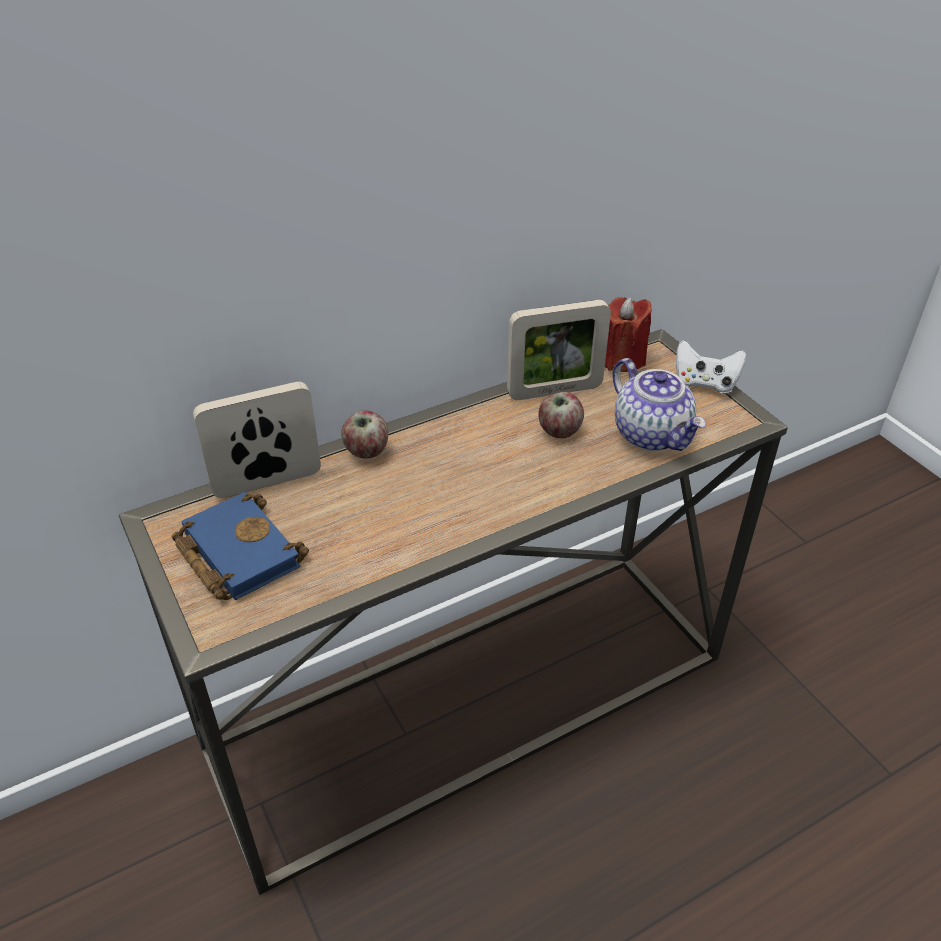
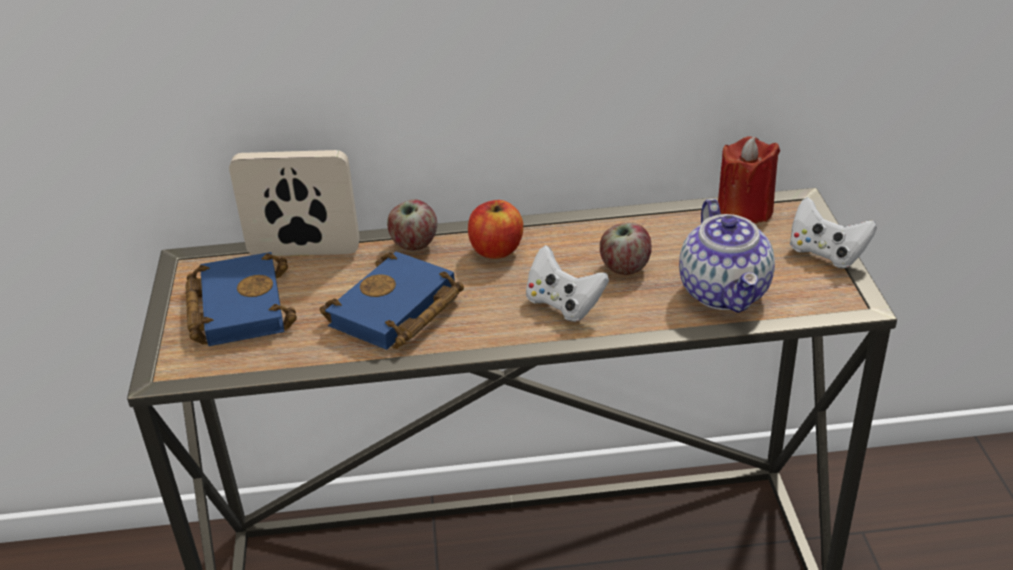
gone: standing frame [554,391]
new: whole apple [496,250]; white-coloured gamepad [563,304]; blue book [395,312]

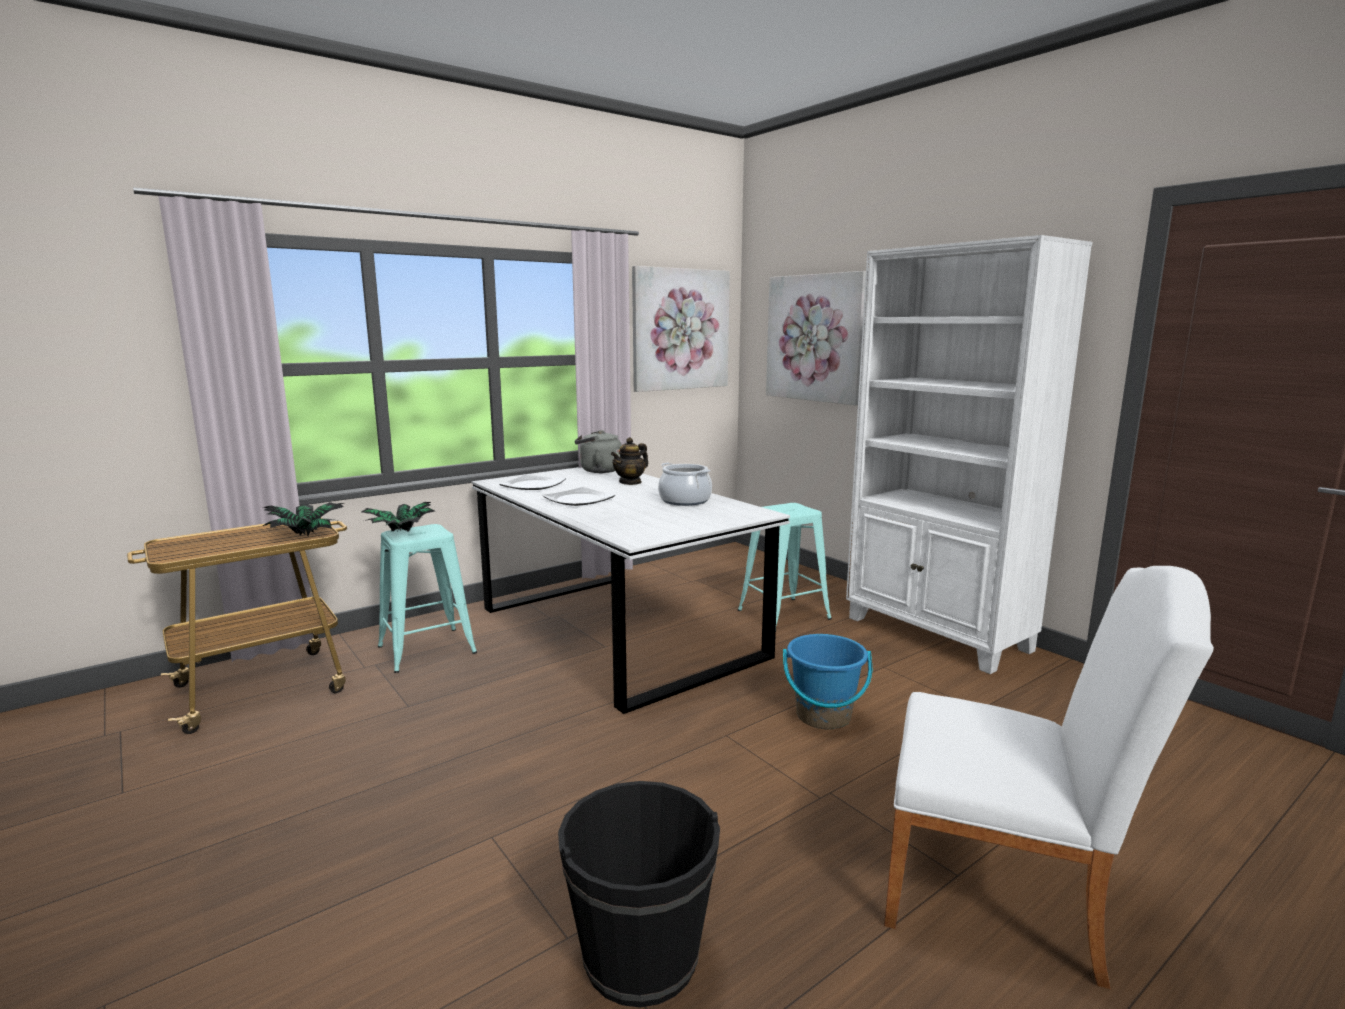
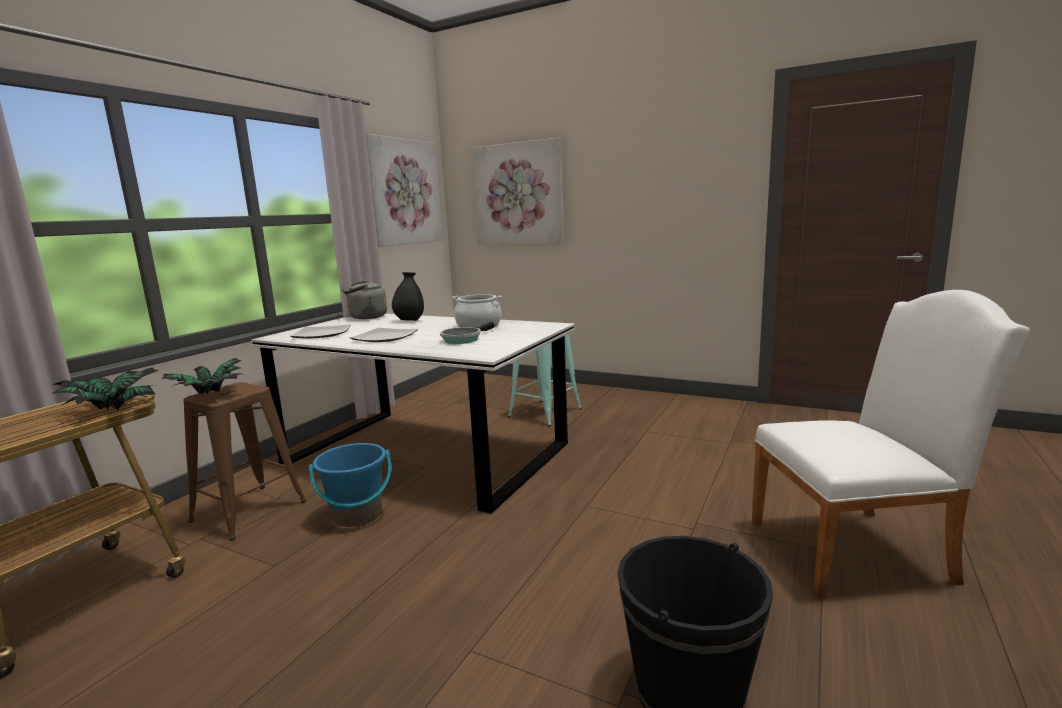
gone: white-coloured bookshelf [937,634]
new: skillet [463,339]
shifted: blue bucket [823,716] to [357,515]
swapped: teapot [630,482] to blackish flower vase [409,321]
repainted: blue-green sitting stool [427,650] to brownish sitting stool [249,511]

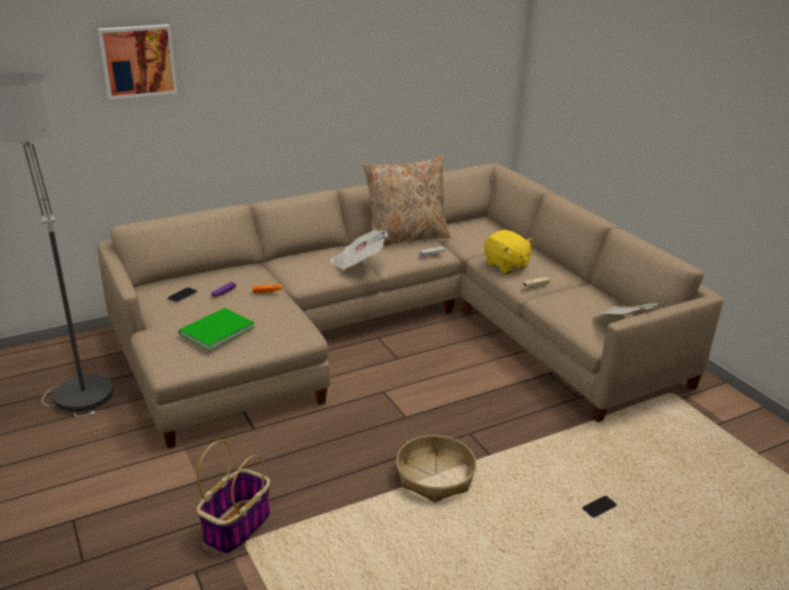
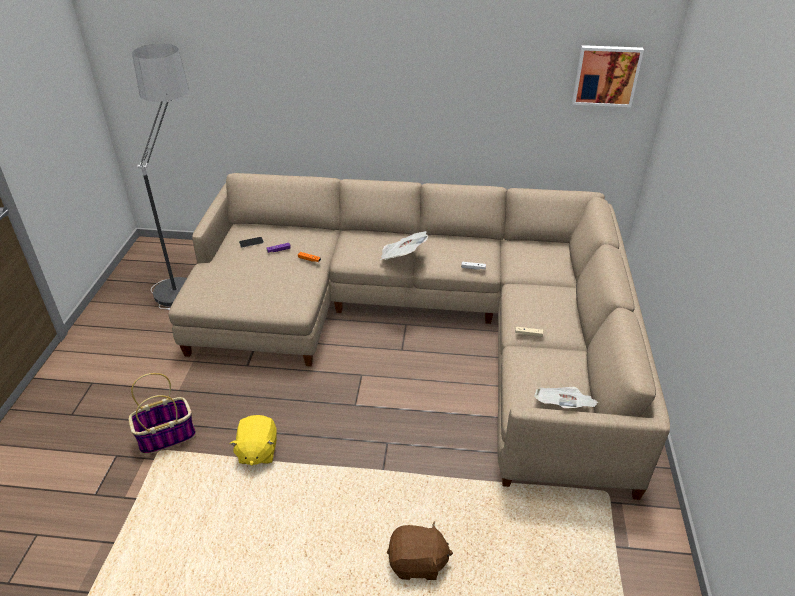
gone: beige-coloured cushion [406,238]; green-coloured book [214,331]; storage basket [435,477]
shifted: wall picture [137,61] to [606,75]; yellowish cuddly toy [506,265] to [257,451]
swapped: telephone [599,507] to brownish cuddly toy [417,563]

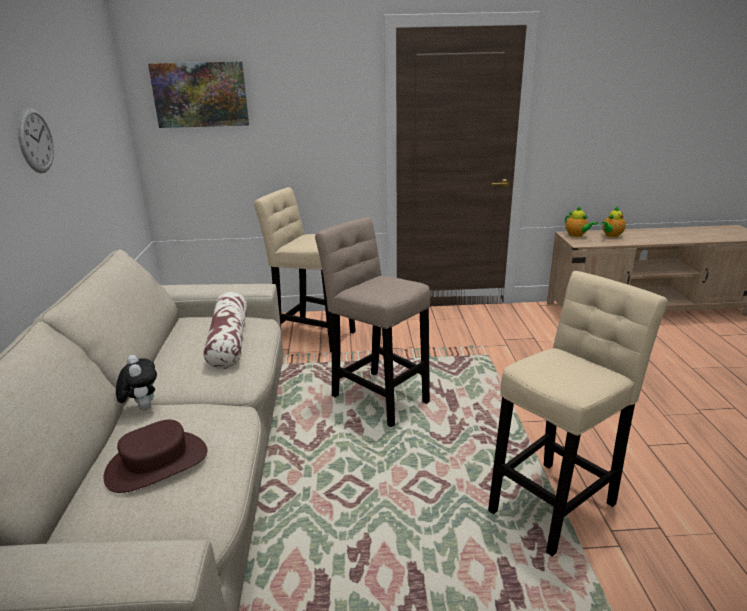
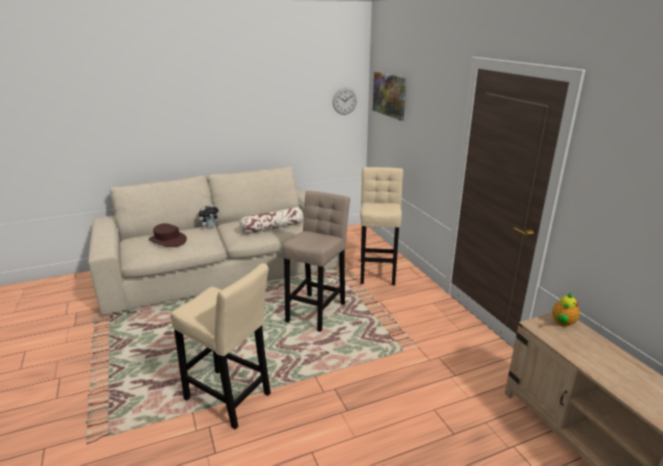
gone: teapot [611,236]
shifted: clock on the wall [35,140] to [344,101]

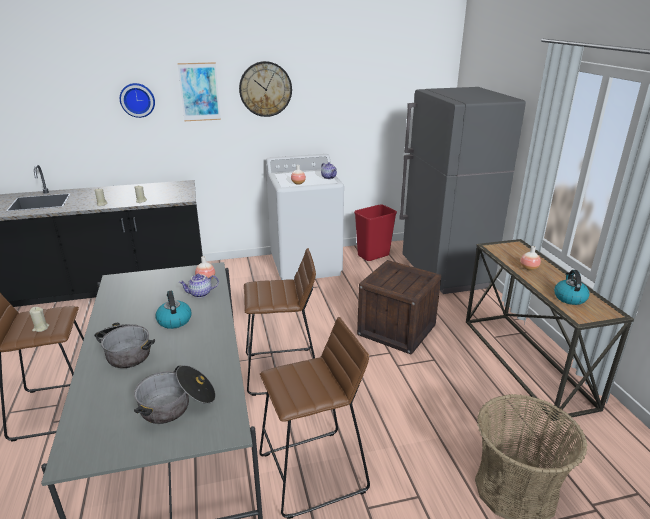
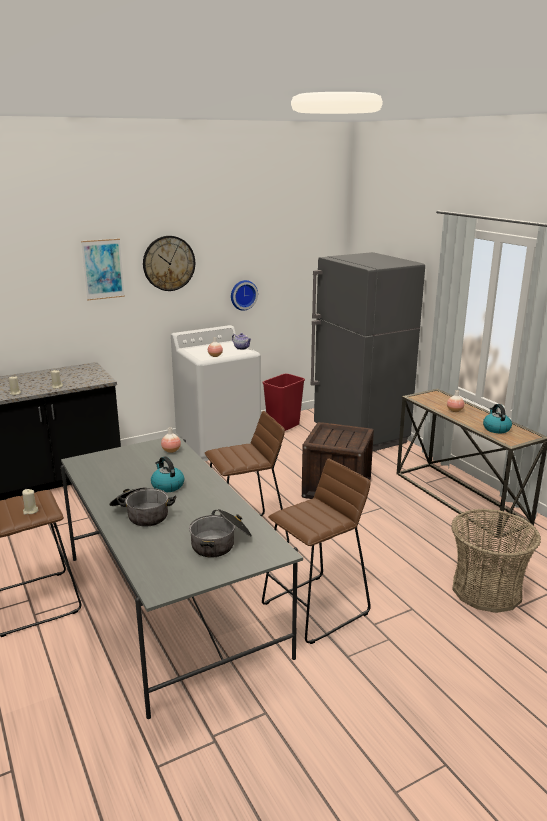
gone: teapot [200,294]
shifted: clock on the wall [137,100] to [243,294]

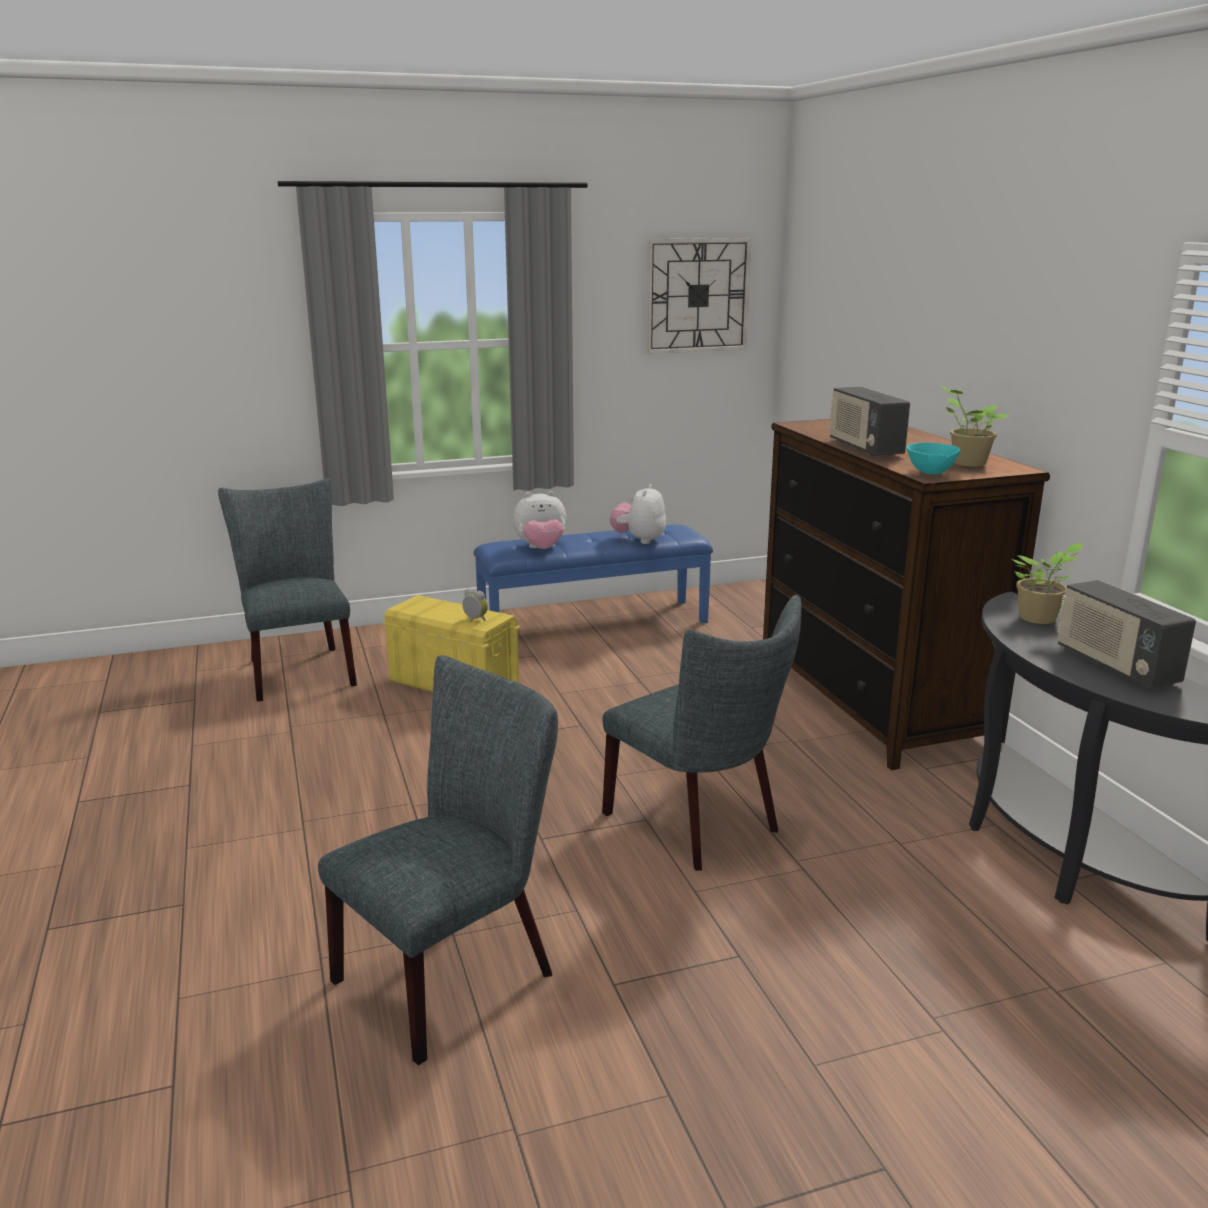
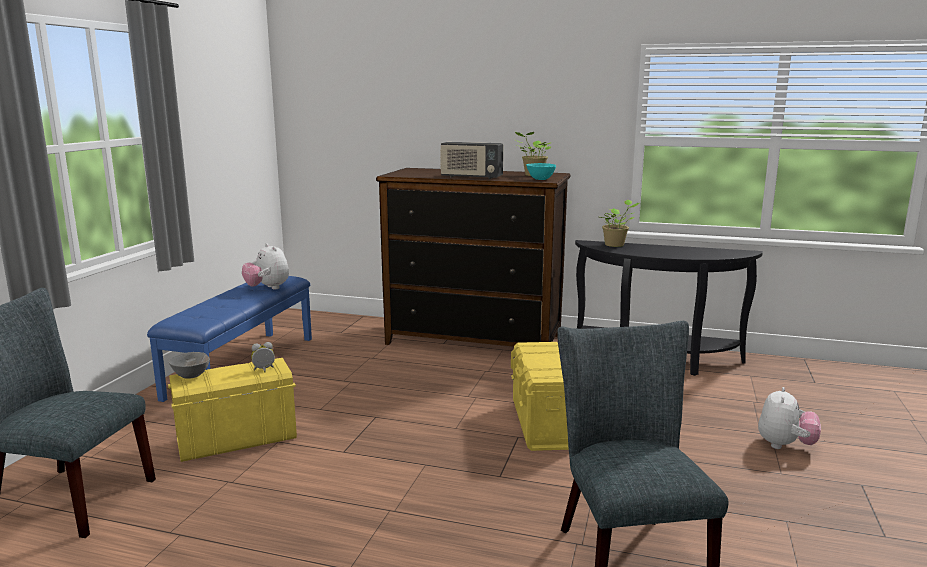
gone: clock on the wall [697,295]; radio [1114,666]
new: grey deep dish [191,376]
shifted: cuddly toy [541,549] to [785,445]
swapped: grey chair [700,825] to yellowish storage box [543,424]

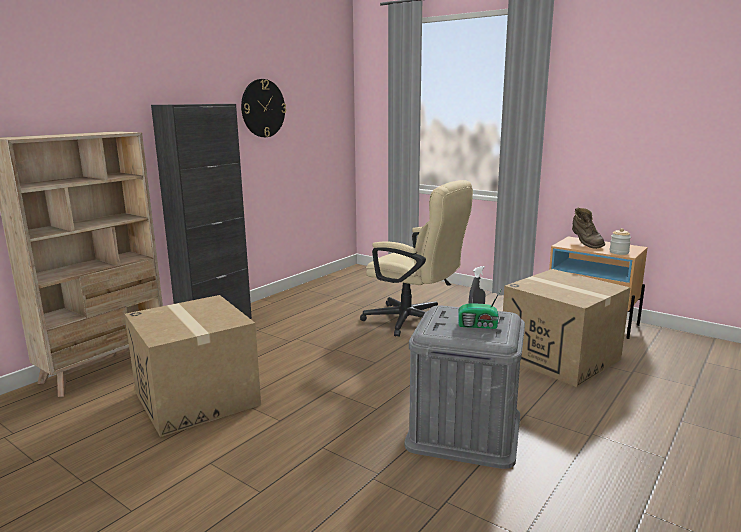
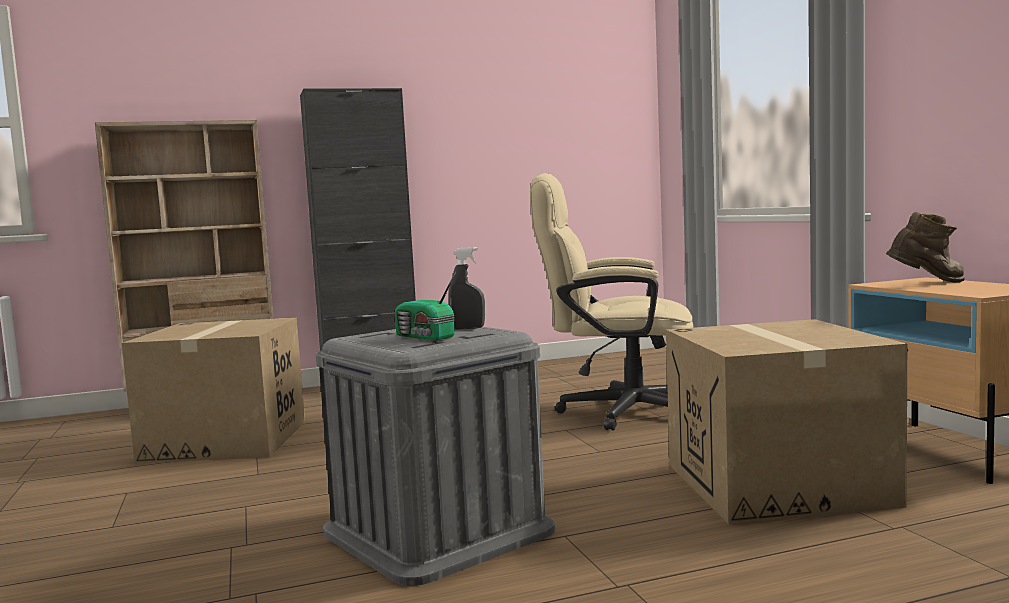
gone: clock on the wall [263,108]; storage jar [619,252]
rotated: beige-coloured desk chair [414,322] = [617,411] 120 degrees clockwise; brownish high-top boot [585,244] = [928,283] 120 degrees counterclockwise

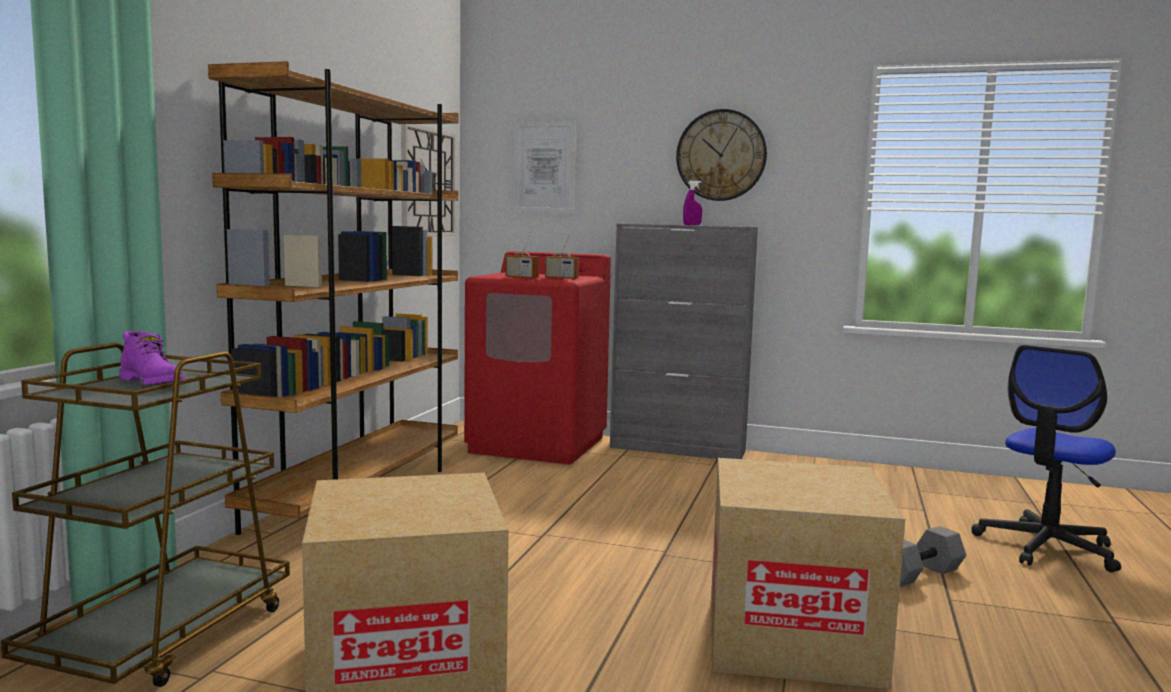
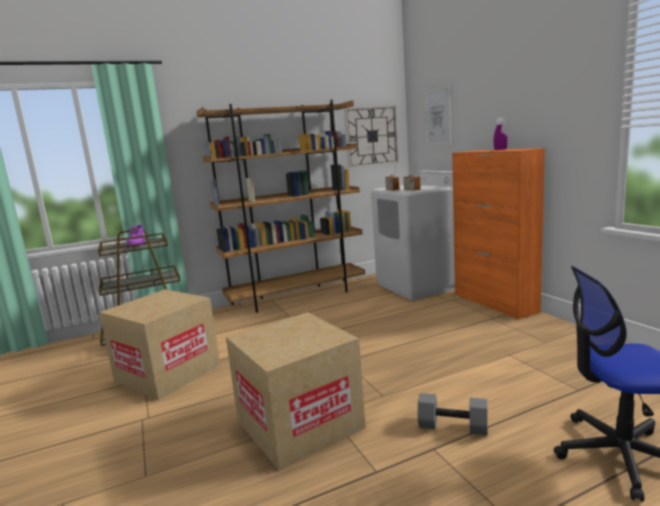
gone: clock on the wall [721,155]
repainted: grey cupboard [678,449] to orange-coloured cupboard [494,303]; red washing machine [538,444] to white-coloured washing machine [420,285]

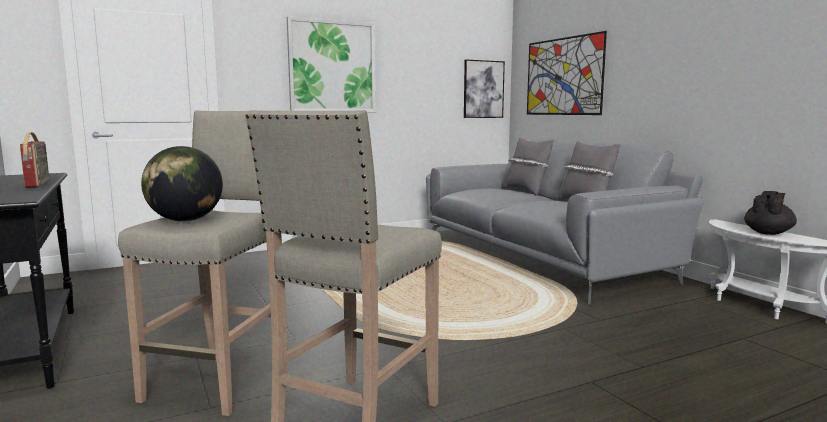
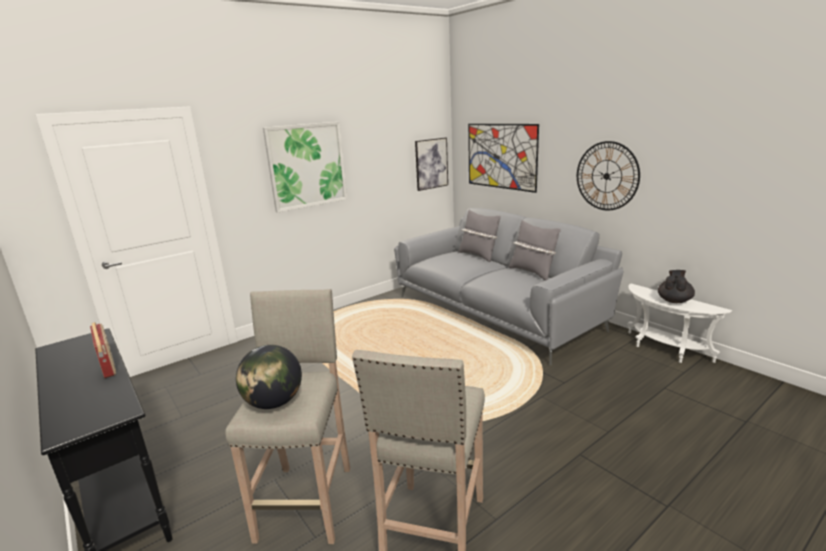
new: clock on the wall [606,176]

